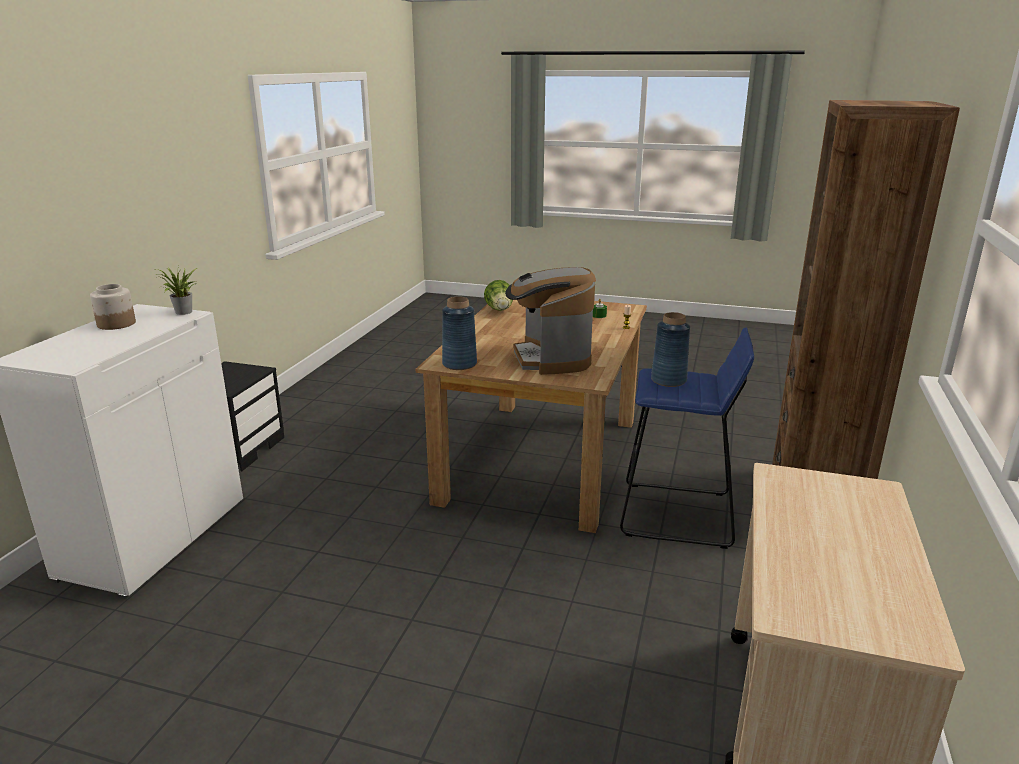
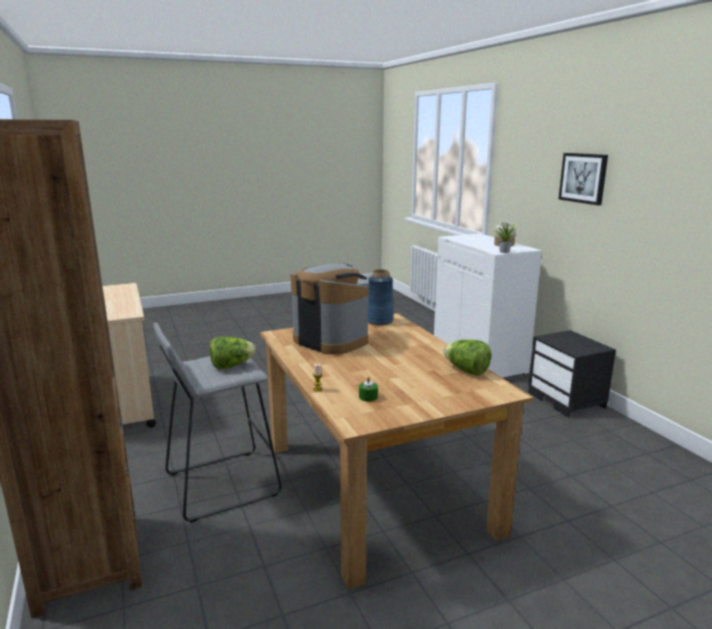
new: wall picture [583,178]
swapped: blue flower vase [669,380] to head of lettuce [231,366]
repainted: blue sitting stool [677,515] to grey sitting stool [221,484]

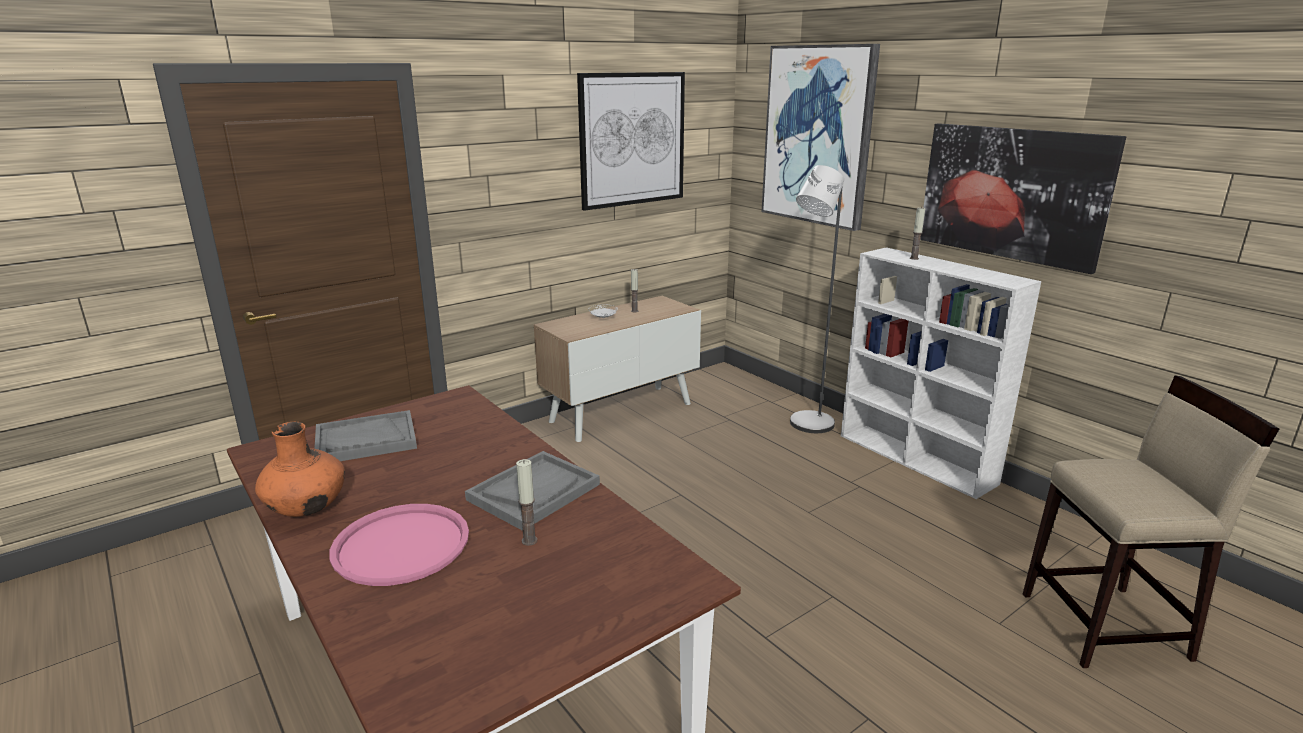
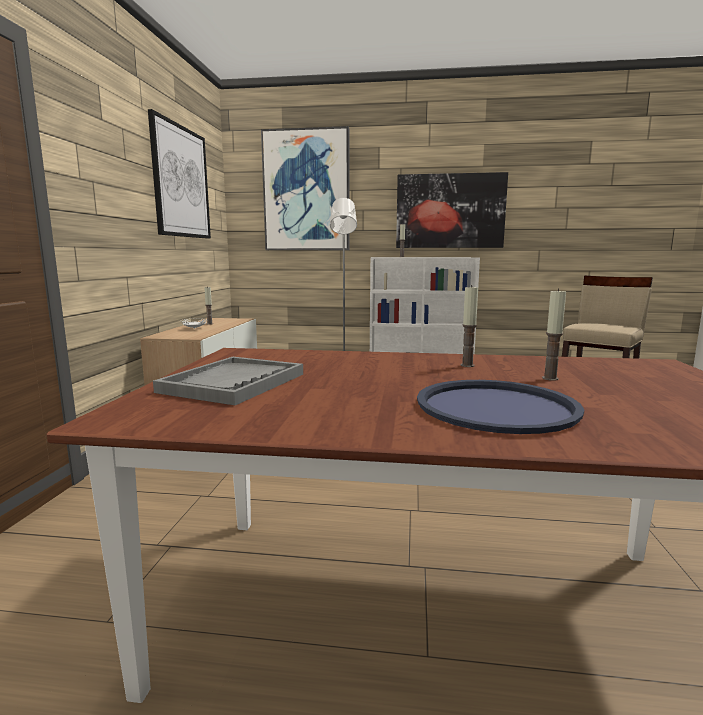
gone: orange-coloured flower vase [307,509]
swapped: grey serving tray [534,492] to wax candle [467,365]
repainted: pinkish serving tray [401,545] to blue serving tray [495,407]

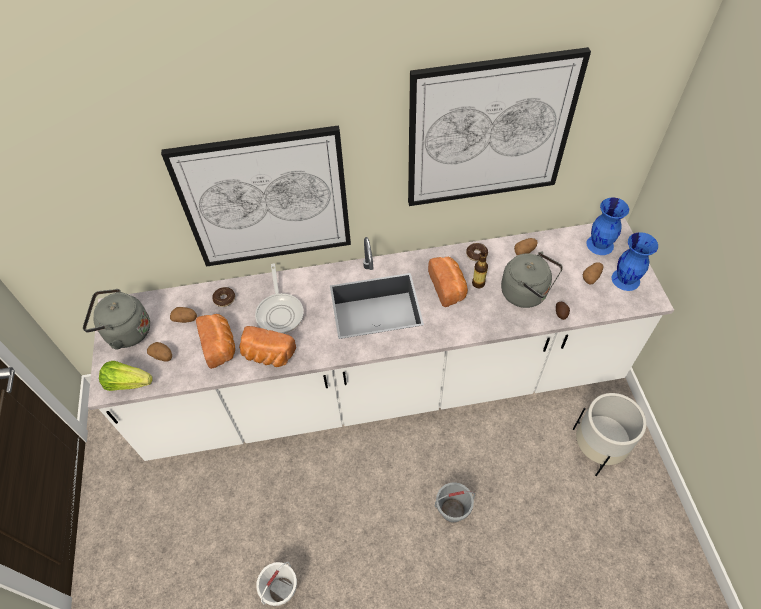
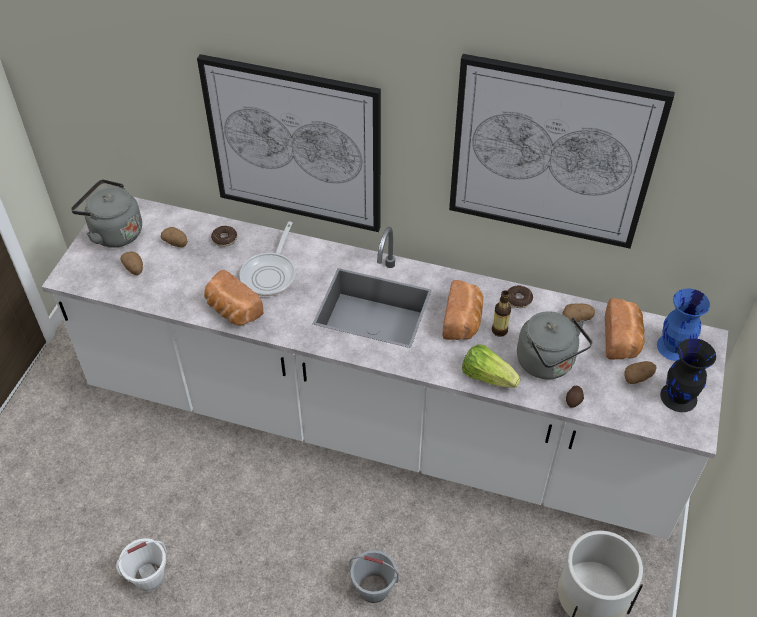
shifted: bread [220,346] to [622,340]; head of lettuce [128,383] to [487,377]
repainted: blue flower vase [626,279] to blackish flower vase [679,397]

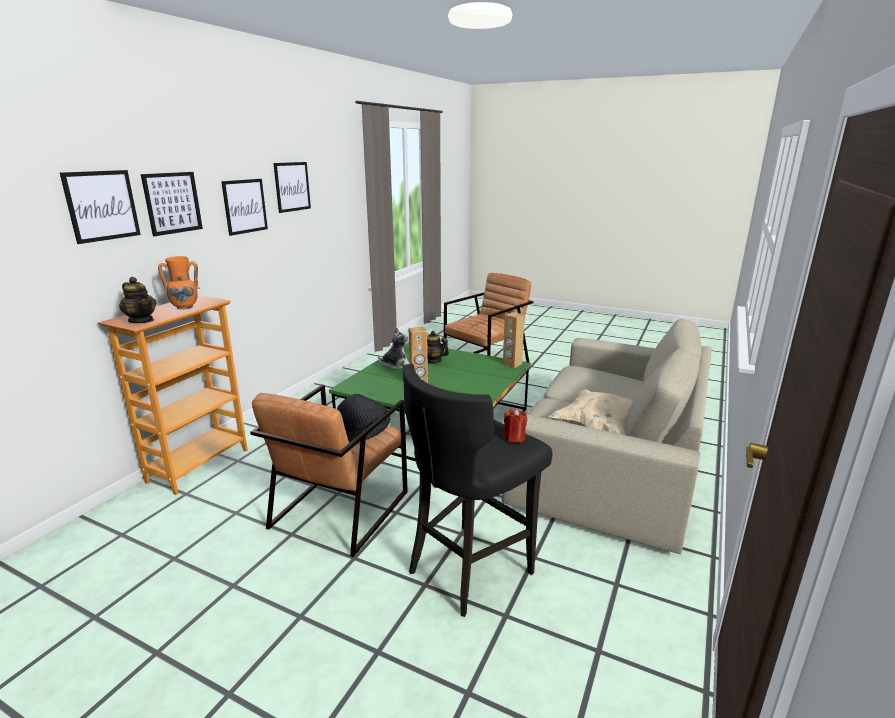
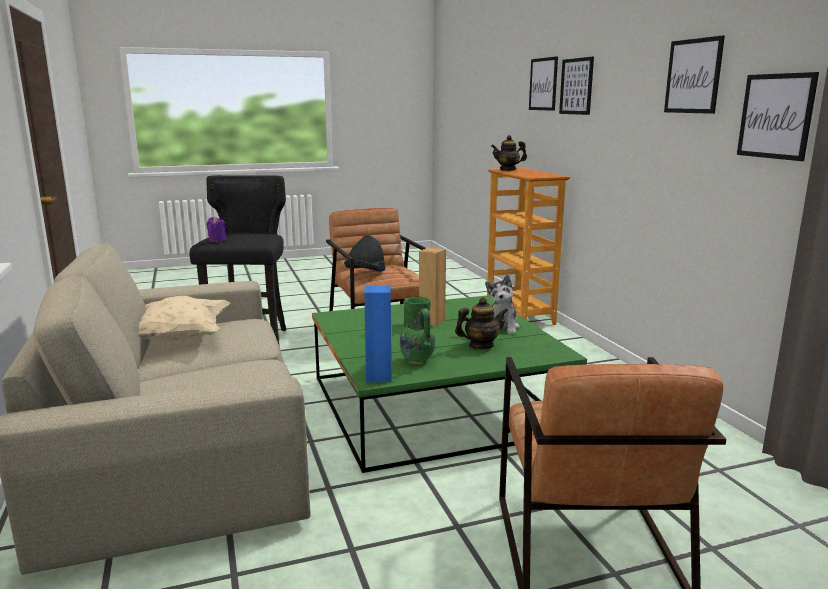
gone: orange-coloured flower vase [185,307]
new: green-coloured flower vase [417,361]
shifted: wall picture [245,206] to [776,116]
repainted: brownish loudspeaker [512,364] to blue loudspeaker [378,377]; red wax candle [514,437] to purple-coloured wax candle [217,240]

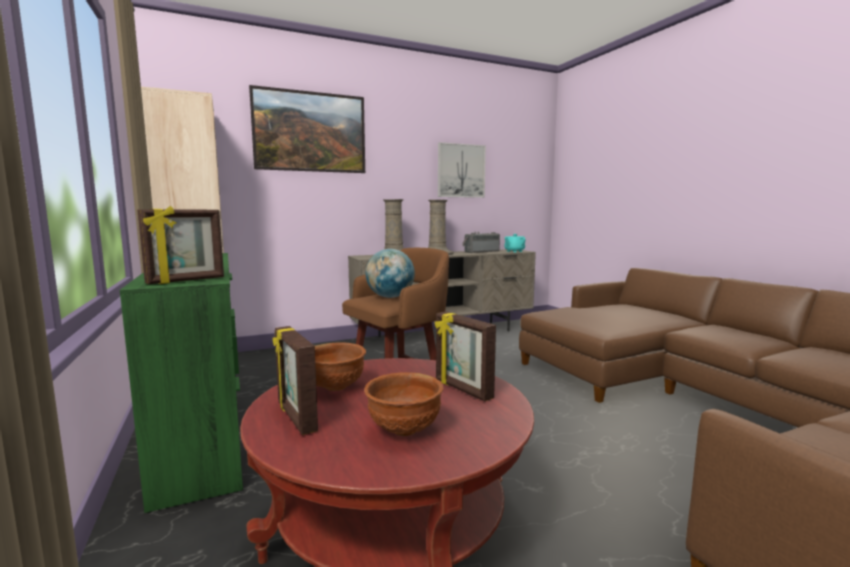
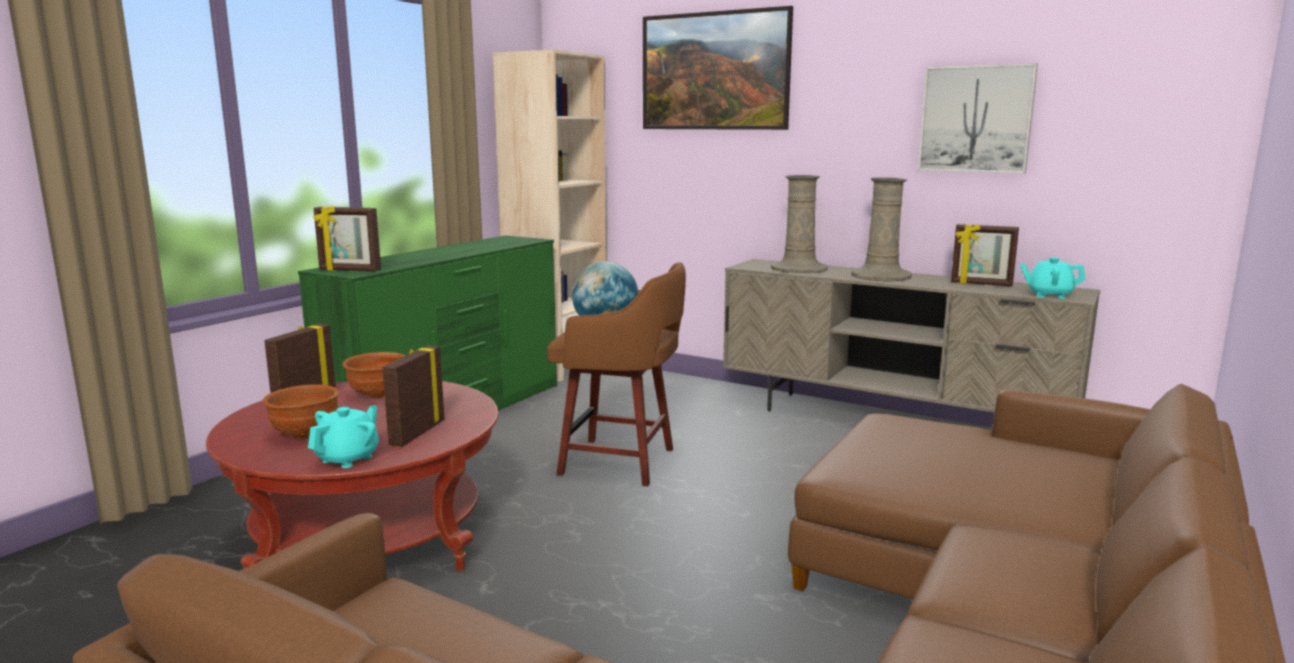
new: blue-green teapot [348,458]
swapped: radio [480,251] to standing frame [981,284]

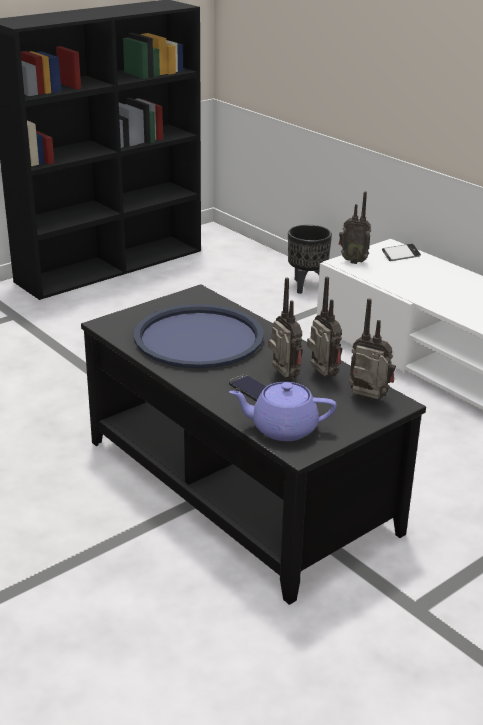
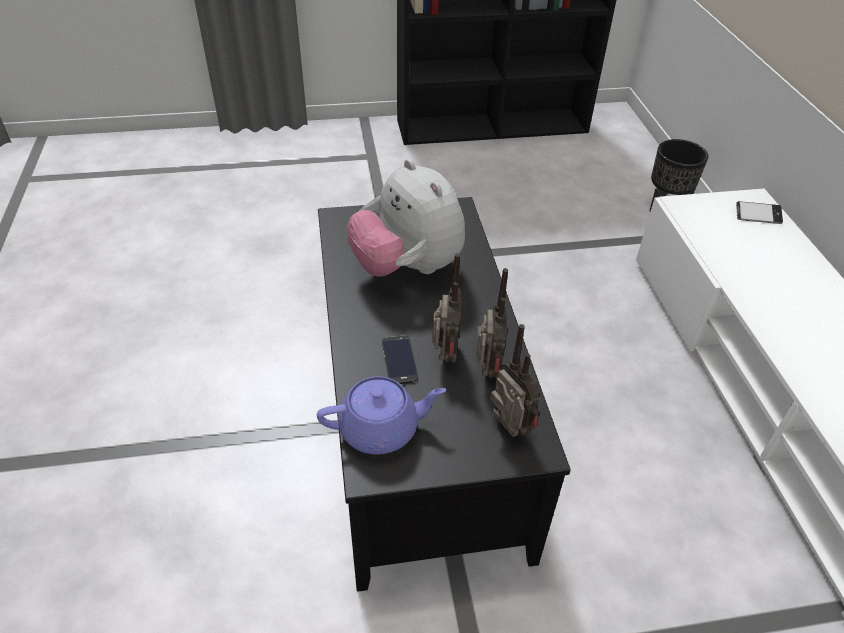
gone: radio [353,261]
swapped: blue serving tray [198,338] to cuddly toy [407,267]
rotated: purple-coloured teapot [282,428] = [381,429] 135 degrees clockwise

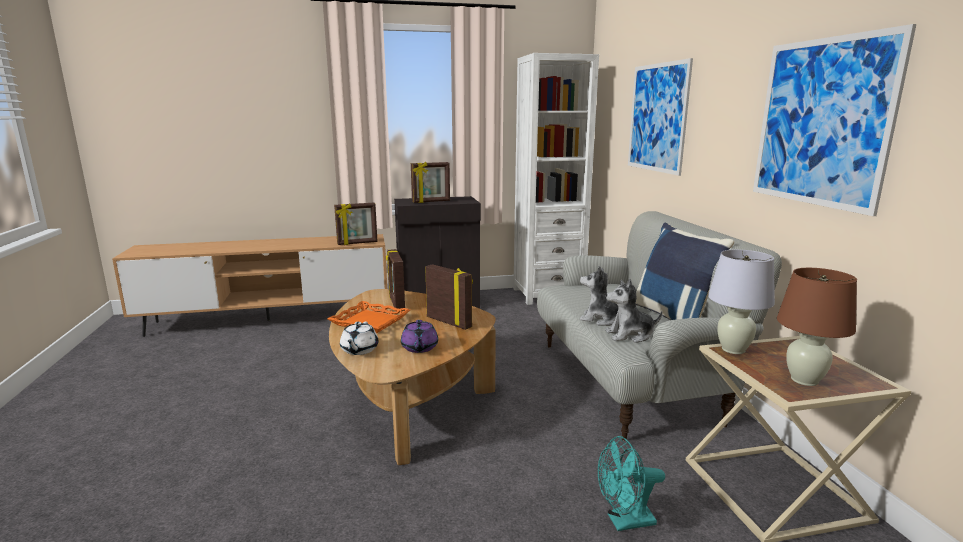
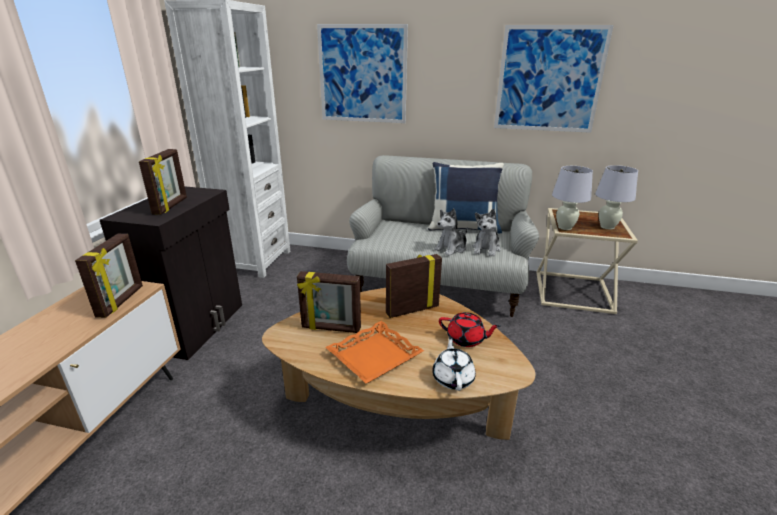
gone: blue-green cooling fan [624,522]
repainted: brownish tabletop lamp [804,380] to white-coloured tabletop lamp [607,227]; purple-coloured teapot [419,348] to red teapot [466,339]
rotated: white-coloured teapot [359,350] = [453,378] 120 degrees counterclockwise

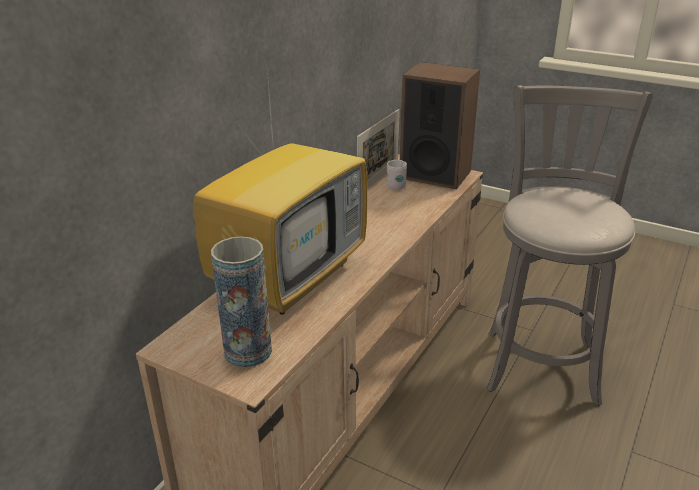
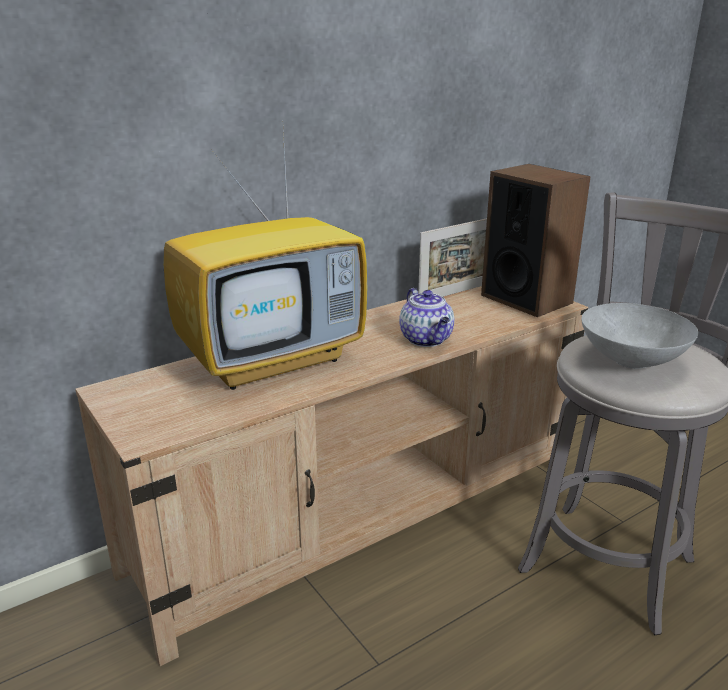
gone: white-coloured mug [394,185]; flower vase [248,351]
new: teapot [427,340]; grey deep dish [632,360]

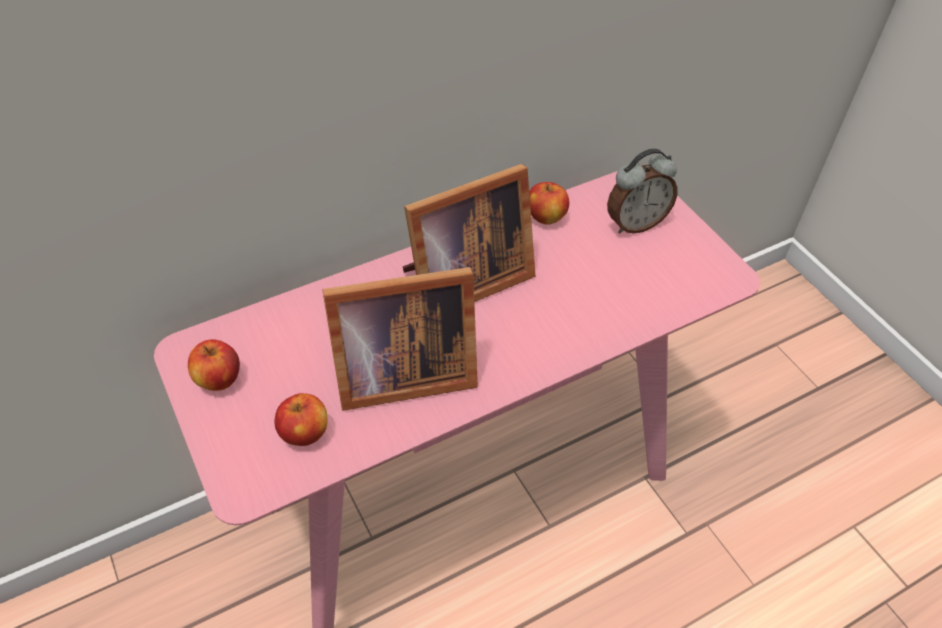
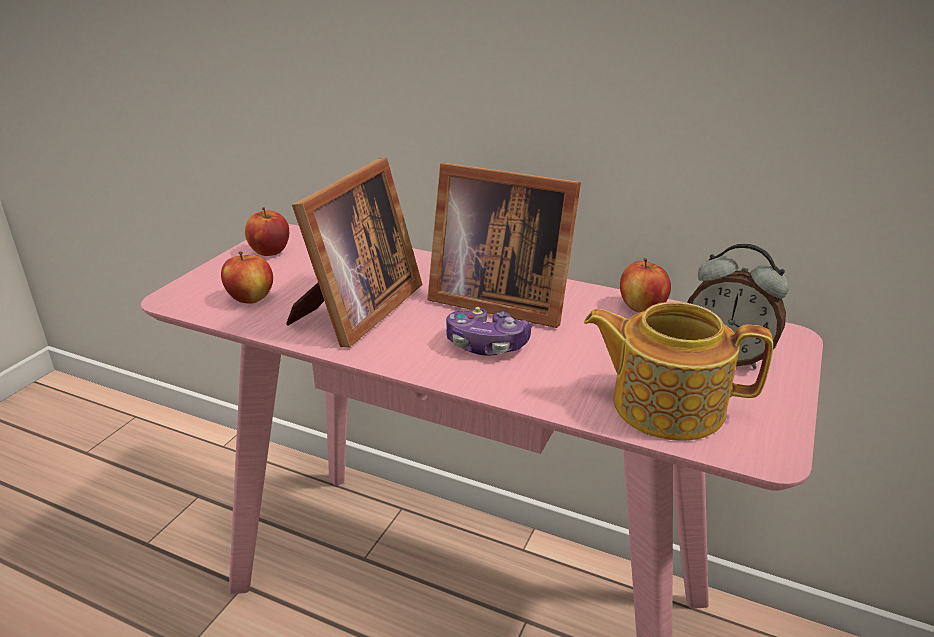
new: teapot [665,405]; gamepad [486,345]
rotated: standing frame [398,373] = [355,311] 105 degrees counterclockwise

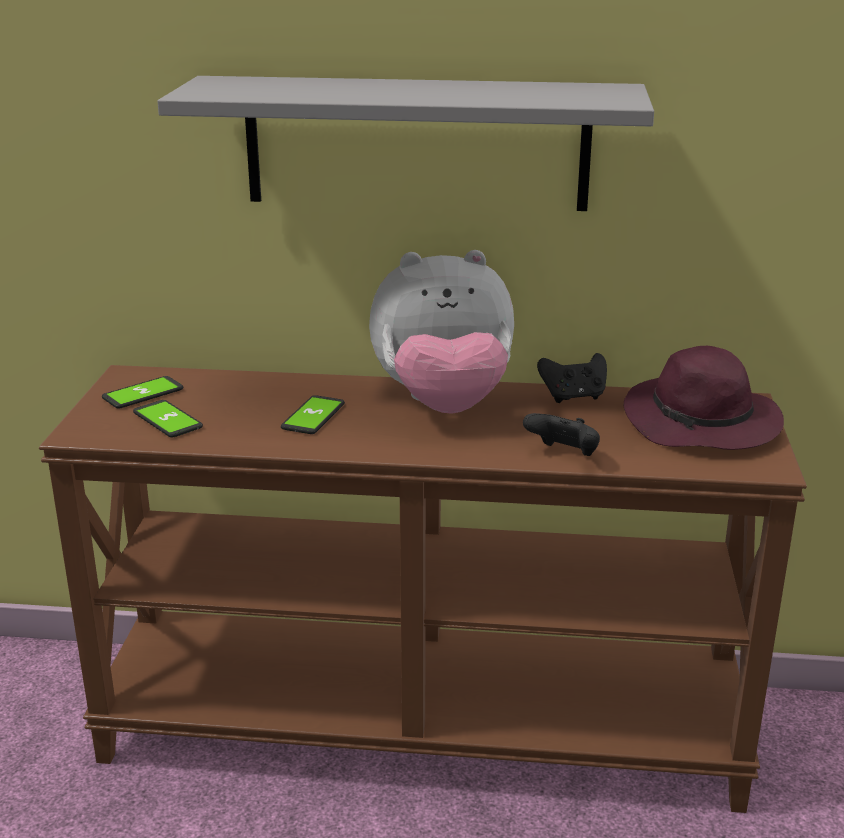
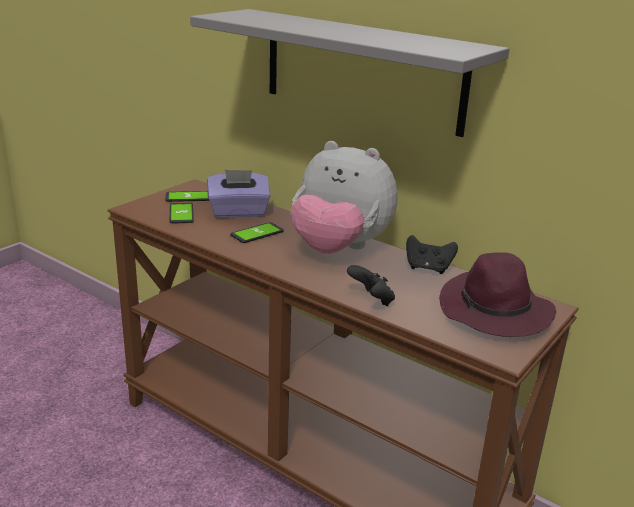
new: purple-coloured tissue holder [238,212]

